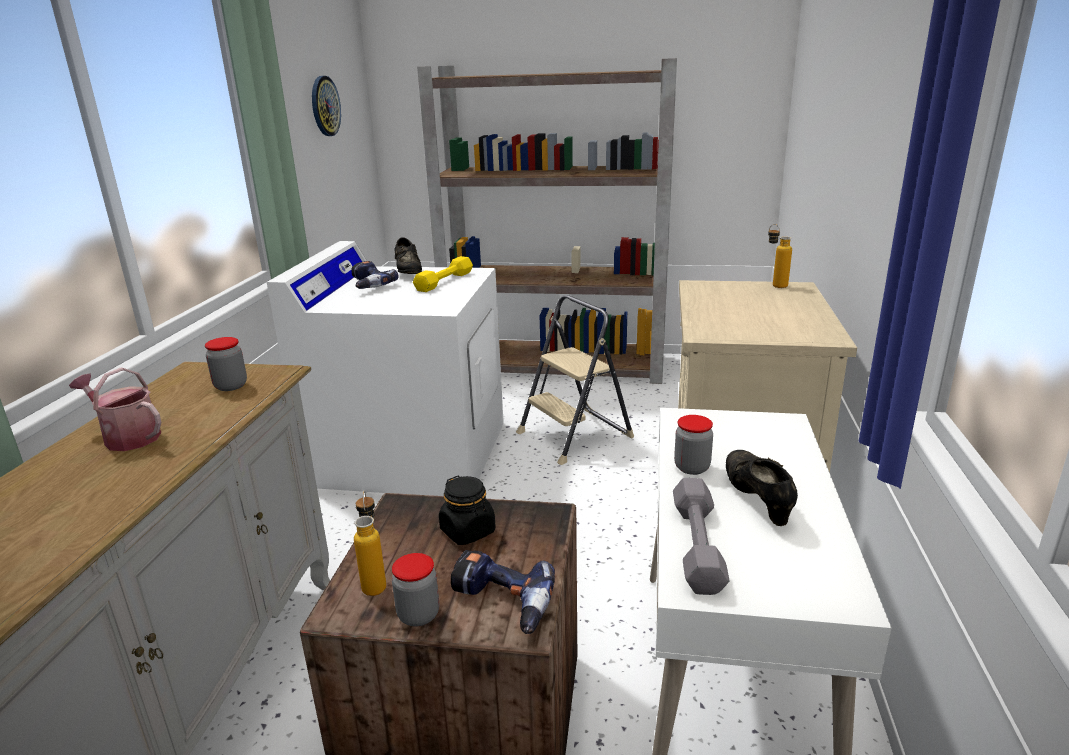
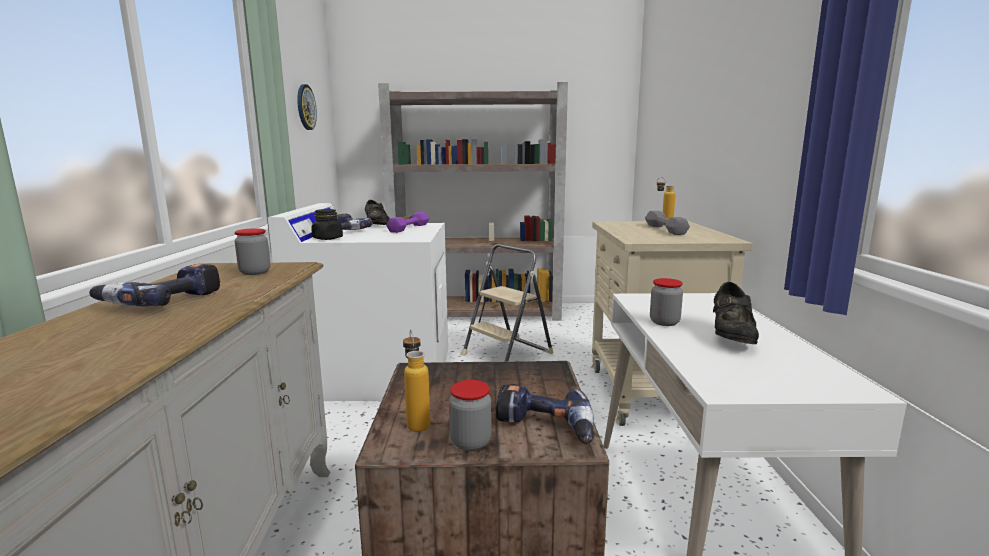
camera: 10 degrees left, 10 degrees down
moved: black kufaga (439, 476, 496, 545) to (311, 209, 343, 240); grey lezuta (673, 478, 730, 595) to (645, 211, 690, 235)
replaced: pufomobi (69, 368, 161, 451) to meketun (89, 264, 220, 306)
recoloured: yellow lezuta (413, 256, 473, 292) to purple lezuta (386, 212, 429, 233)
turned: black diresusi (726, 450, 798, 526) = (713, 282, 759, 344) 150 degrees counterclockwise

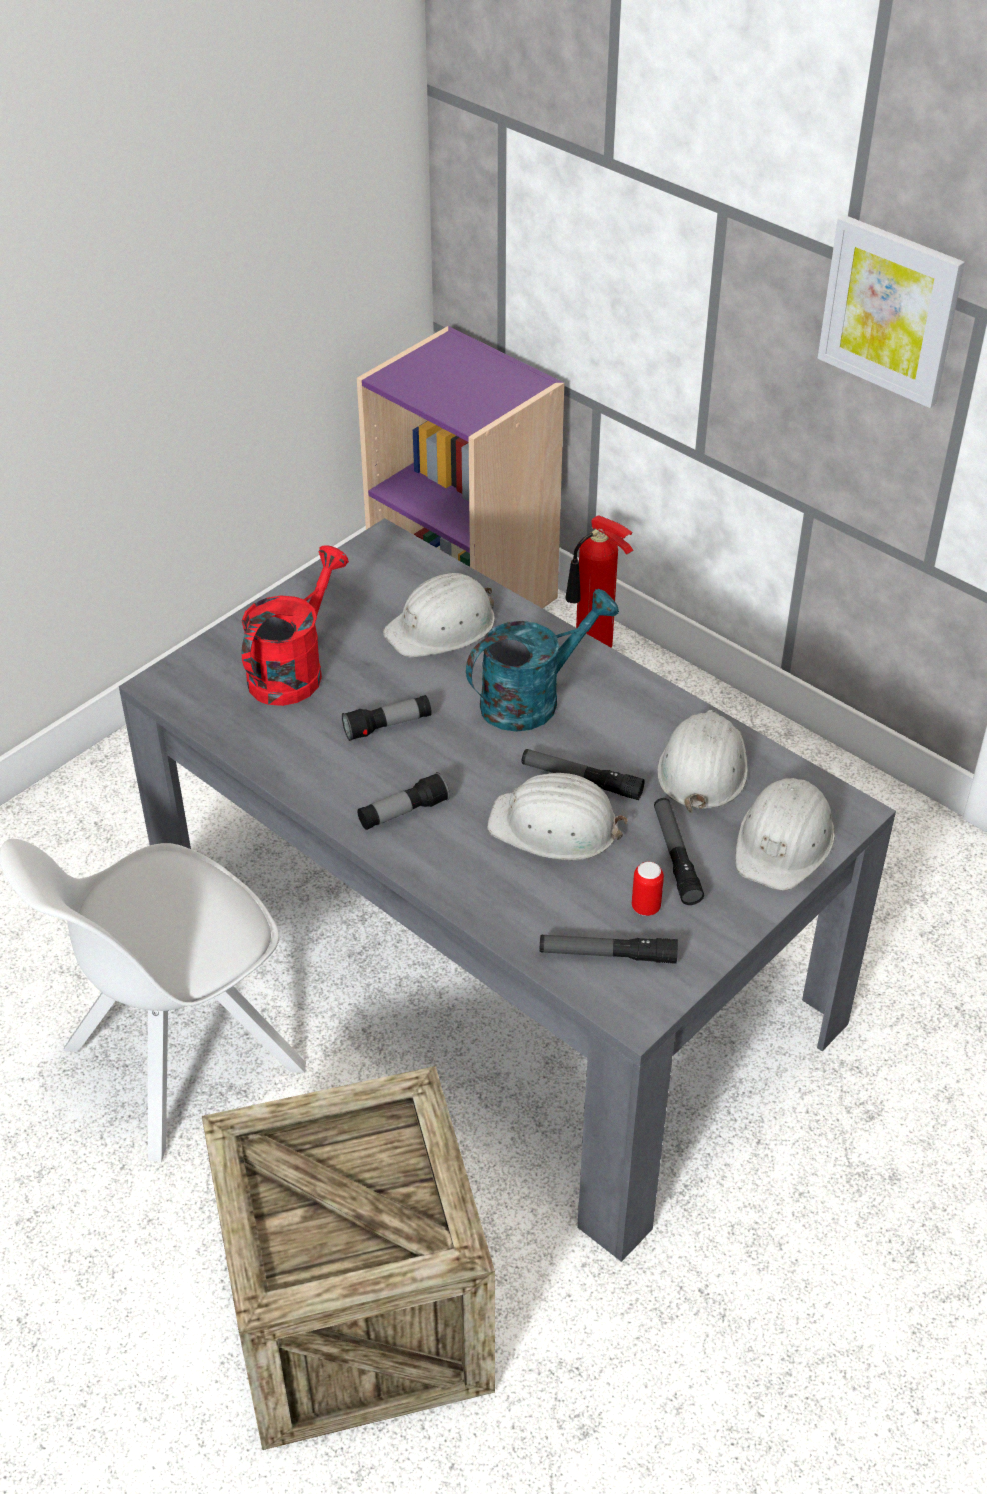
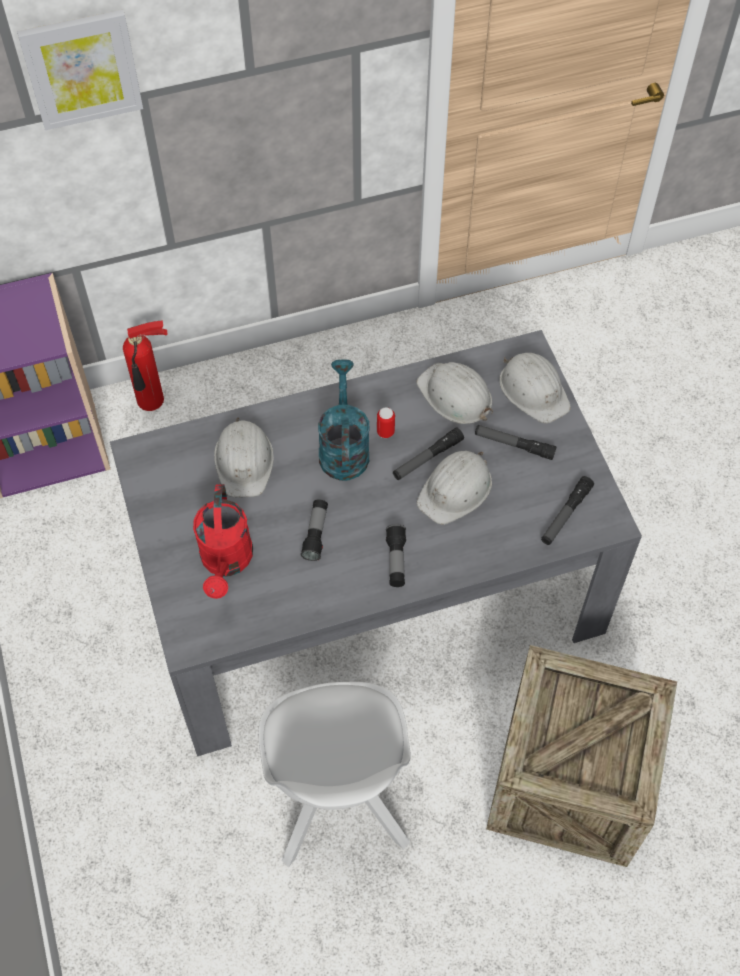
camera: 60 degrees left, 15 degrees up
moved: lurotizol (632, 862, 664, 916) to (377, 407, 395, 438); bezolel (818, 215, 965, 408) to (17, 10, 143, 130)
turned: red pufomobi (242, 545, 349, 706) = (193, 484, 253, 599) 150 degrees counterclockwise

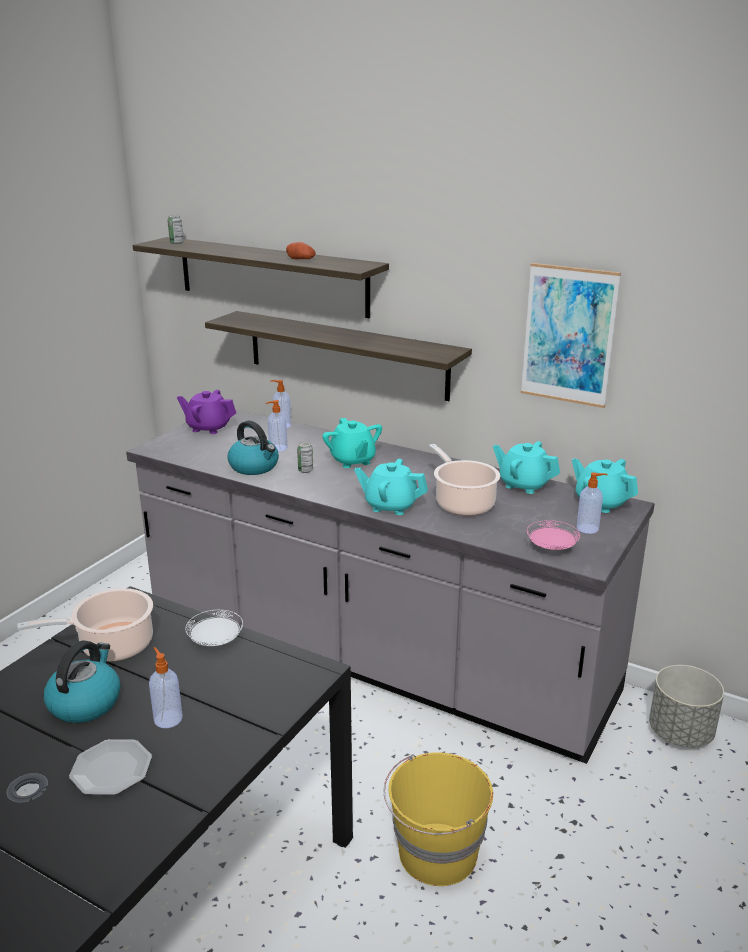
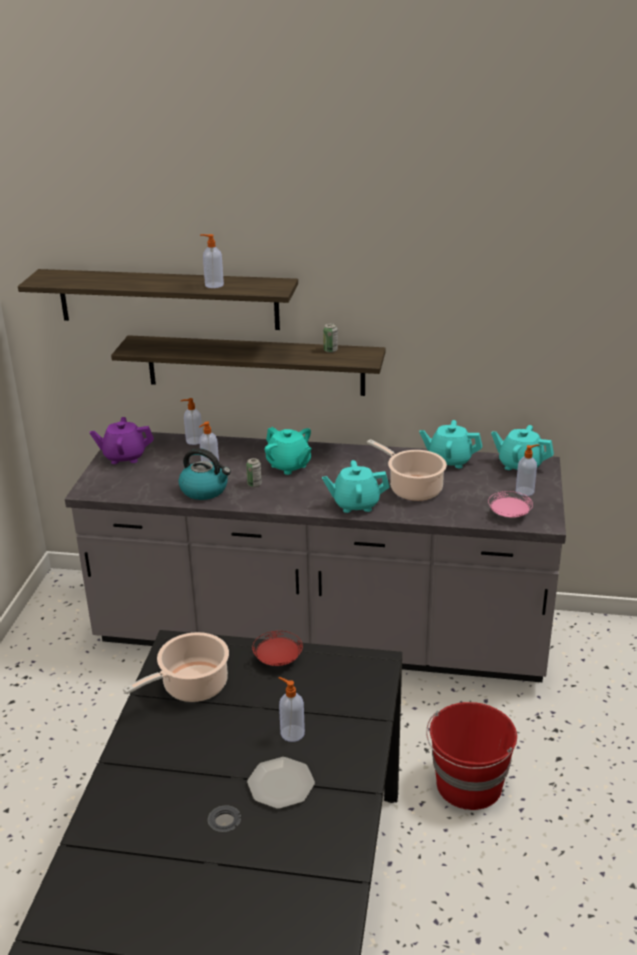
camera: 20 degrees left, 5 degrees up
removed: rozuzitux (44, 640, 120, 723); bezolel (521, 263, 621, 408); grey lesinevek (649, 665, 724, 747)
moved: lurotizol (167, 215, 184, 244) to (323, 323, 338, 353)
replaced: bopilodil (286, 242, 316, 260) to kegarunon (200, 234, 224, 288)
recoloured: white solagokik (185, 610, 243, 646) to red solagokik (252, 631, 303, 666); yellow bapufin (384, 752, 493, 886) to red bapufin (426, 702, 517, 810)

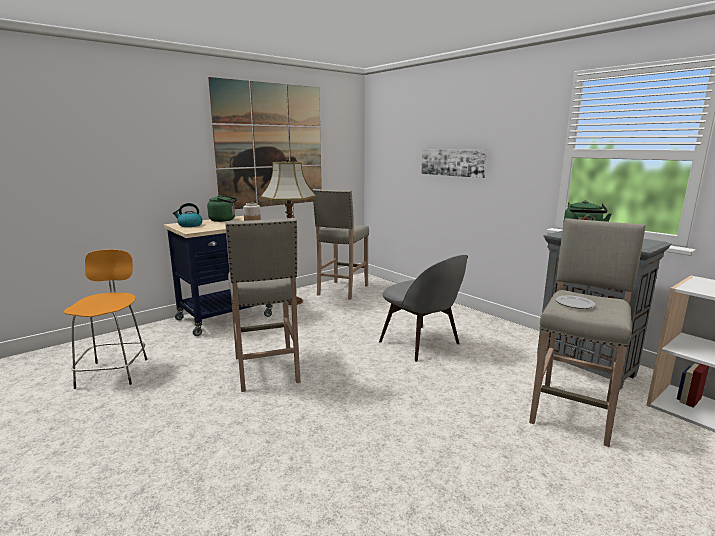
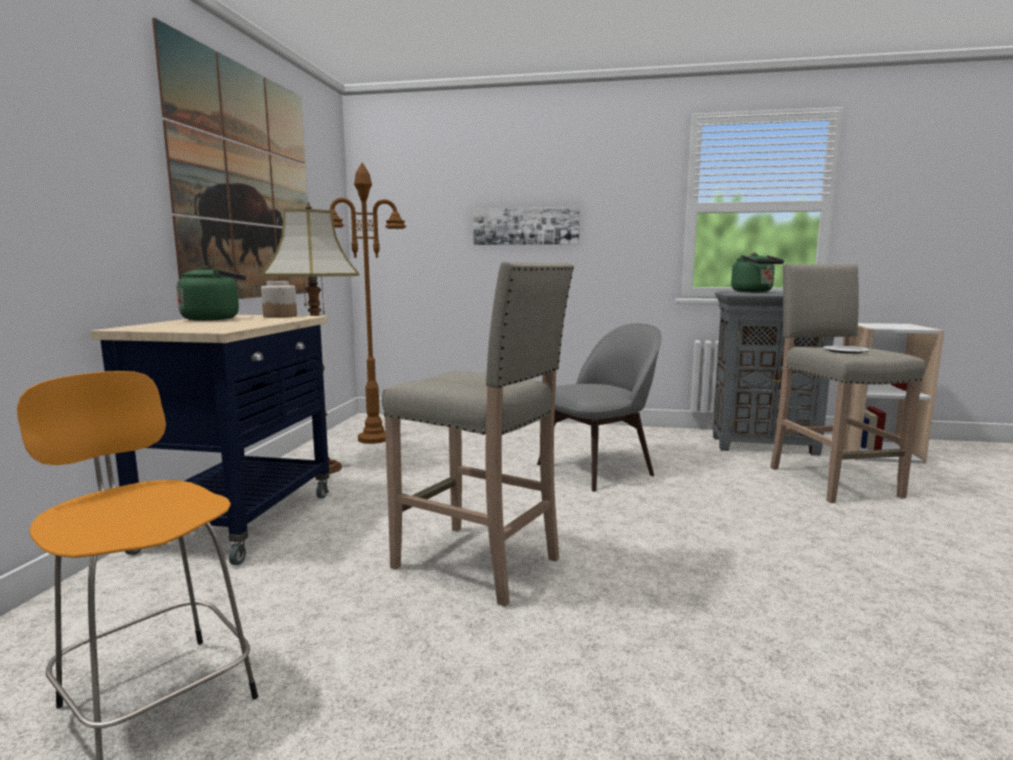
camera: 40 degrees left, 5 degrees down
removed: rozuzitux (173, 203, 203, 227)
replaced: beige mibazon (312, 189, 369, 300) to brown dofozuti (330, 163, 406, 444)
turned: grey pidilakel (379, 255, 468, 362) = (537, 323, 661, 492) 45 degrees counterclockwise

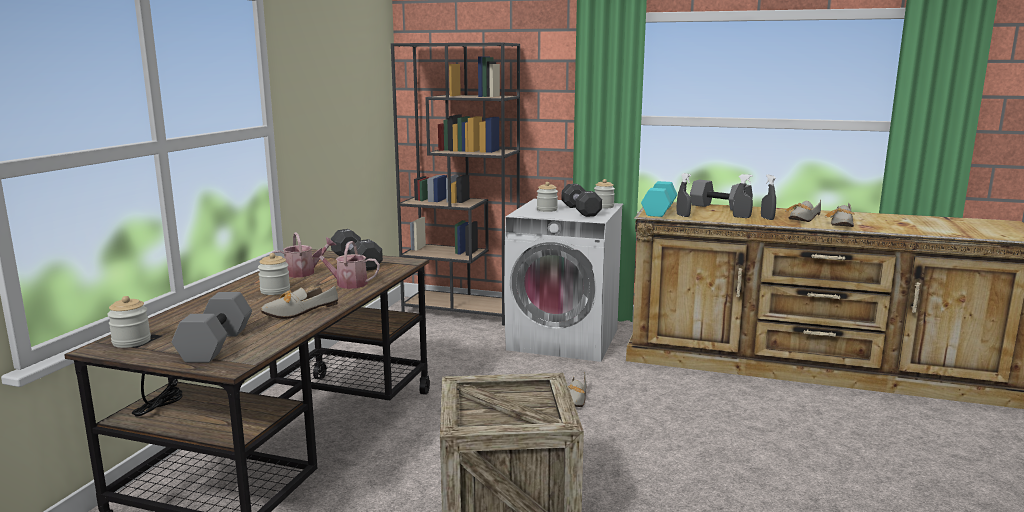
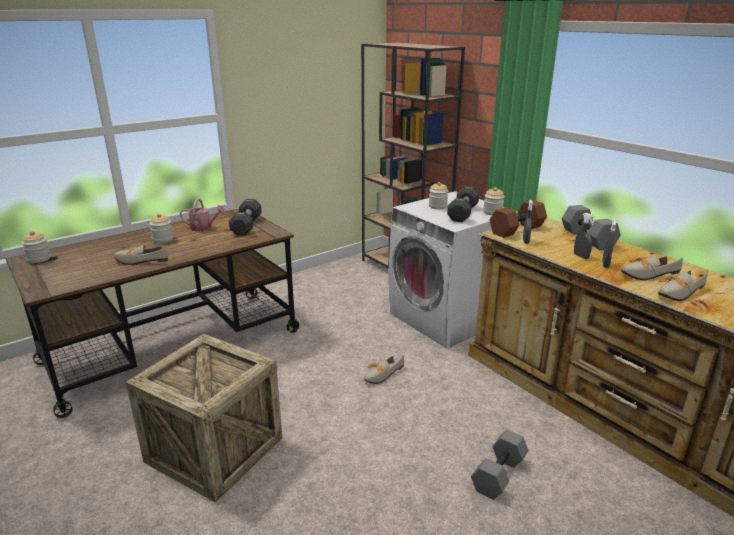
camera: 35 degrees right, 10 degrees up
removed: pufomobi (312, 241, 380, 289)
moved: grey lezuta (172, 292, 252, 363) to (471, 430, 528, 500)
recoloured: turquoise lezuta (641, 181, 677, 217) to brown lezuta (490, 200, 547, 238)

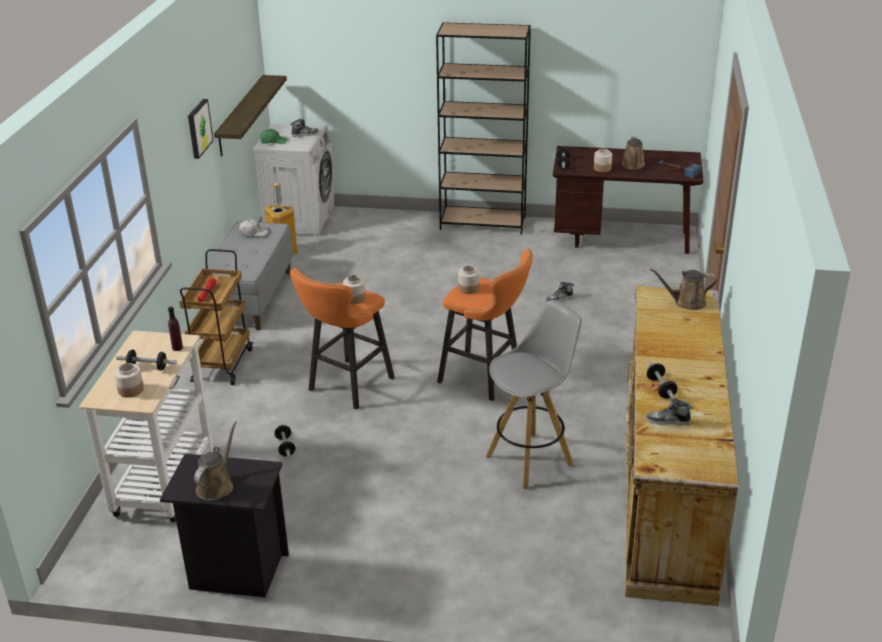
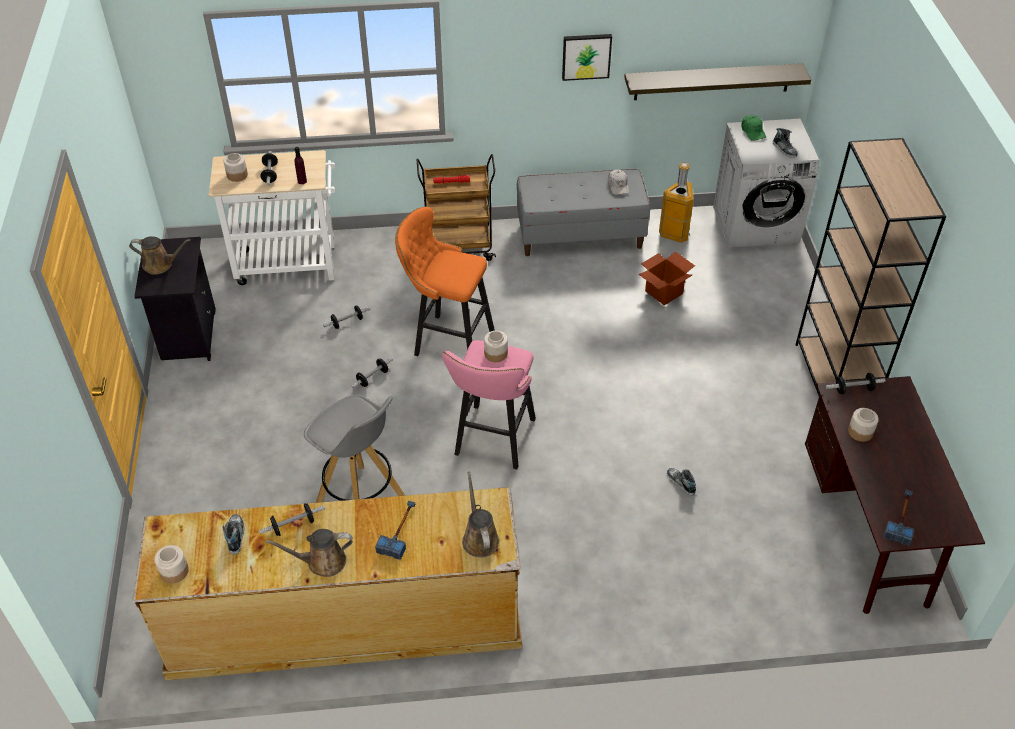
camera: 75 degrees right, 15 degrees up
added: lezuta (351, 358, 393, 388); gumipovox (375, 501, 415, 560); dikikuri (639, 251, 695, 306)
moved: kufaga (343, 275, 366, 304) to (154, 545, 189, 583); brown pufomobi (621, 136, 645, 170) to (265, 529, 353, 577)
recoloured: orange mibazon (437, 249, 533, 401) to pink mibazon (442, 340, 536, 469)

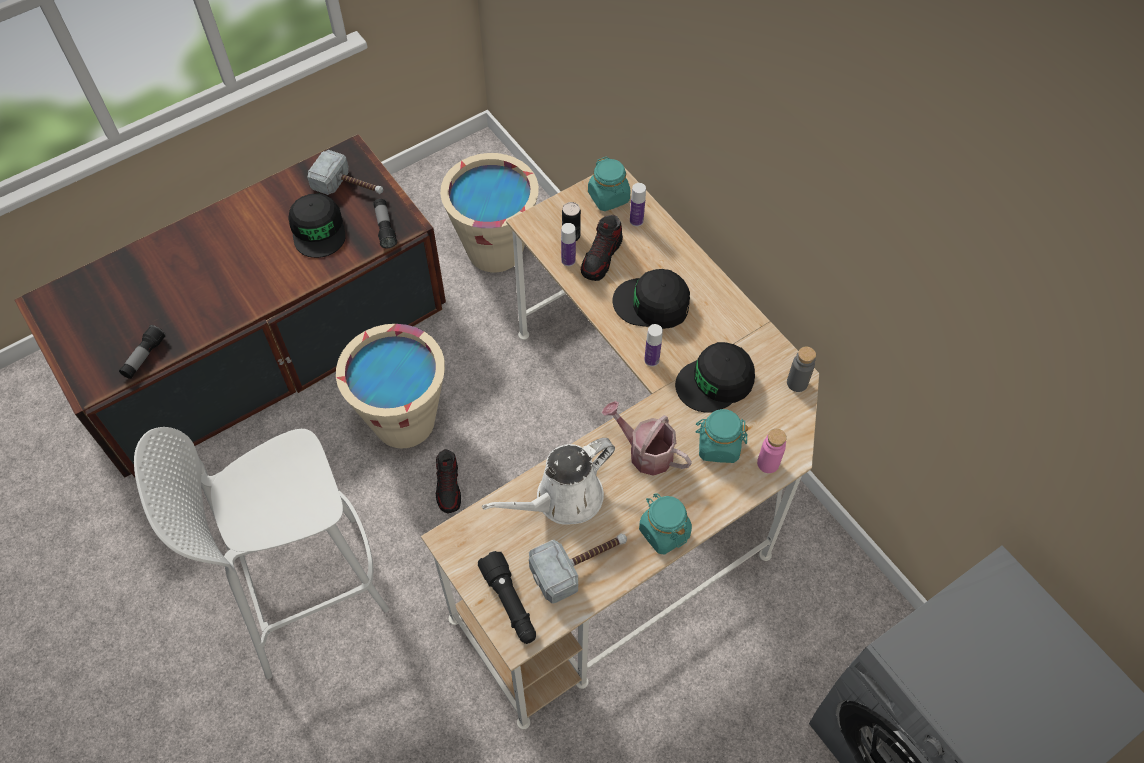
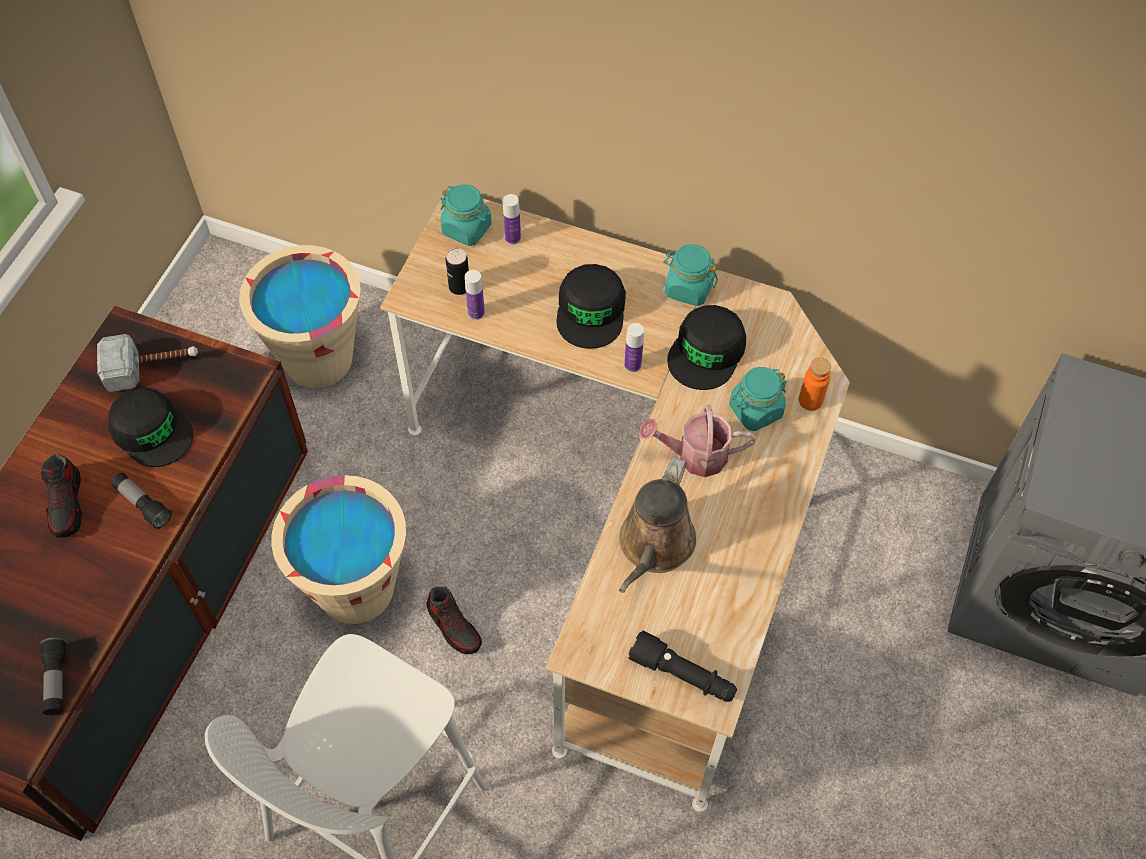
camera: 35 degrees left, 0 degrees up
removed: gumipovox (529, 533, 627, 604); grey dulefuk (787, 346, 816, 392)
moved: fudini (373, 199, 397, 248) to (111, 473, 172, 529); diresusi (581, 215, 623, 281) to (41, 454, 82, 538); turquoise kufaga (639, 494, 692, 555) to (663, 244, 718, 306)
recoloured: white pufomobi (482, 438, 615, 524) to brown pufomobi (619, 457, 696, 593); pink dulefuk (757, 429, 787, 473) to orange dulefuk (799, 358, 831, 411)
turned: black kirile (613, 269, 690, 329) = (556, 264, 626, 349) 60 degrees counterclockwise

